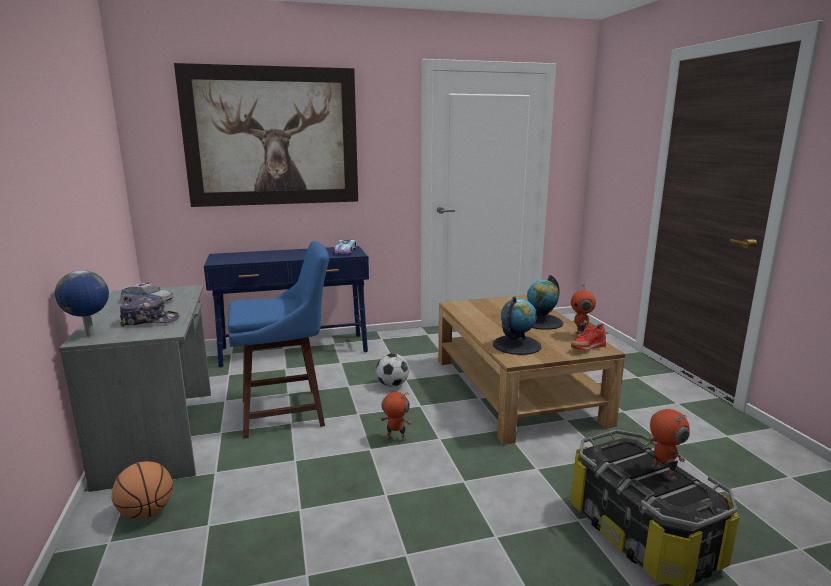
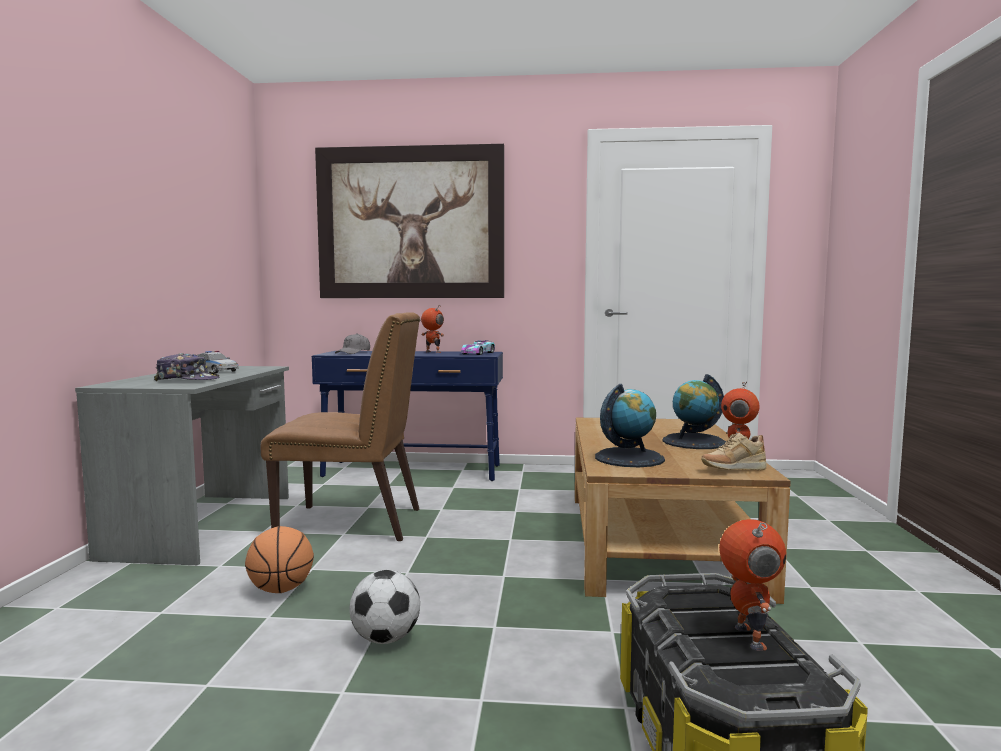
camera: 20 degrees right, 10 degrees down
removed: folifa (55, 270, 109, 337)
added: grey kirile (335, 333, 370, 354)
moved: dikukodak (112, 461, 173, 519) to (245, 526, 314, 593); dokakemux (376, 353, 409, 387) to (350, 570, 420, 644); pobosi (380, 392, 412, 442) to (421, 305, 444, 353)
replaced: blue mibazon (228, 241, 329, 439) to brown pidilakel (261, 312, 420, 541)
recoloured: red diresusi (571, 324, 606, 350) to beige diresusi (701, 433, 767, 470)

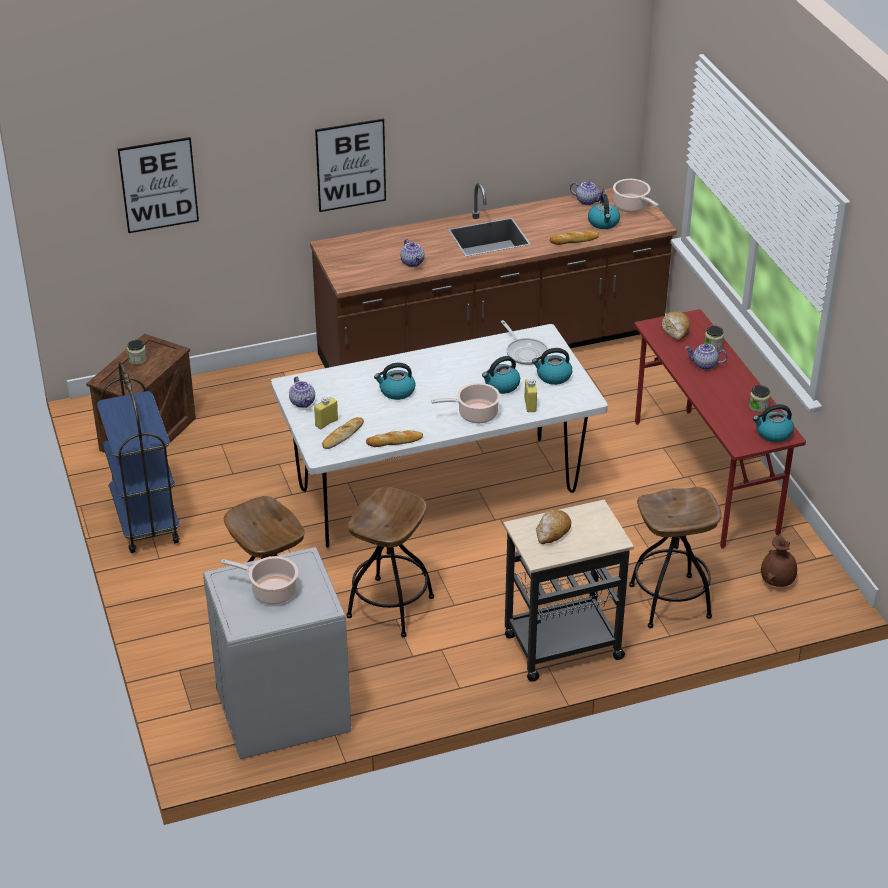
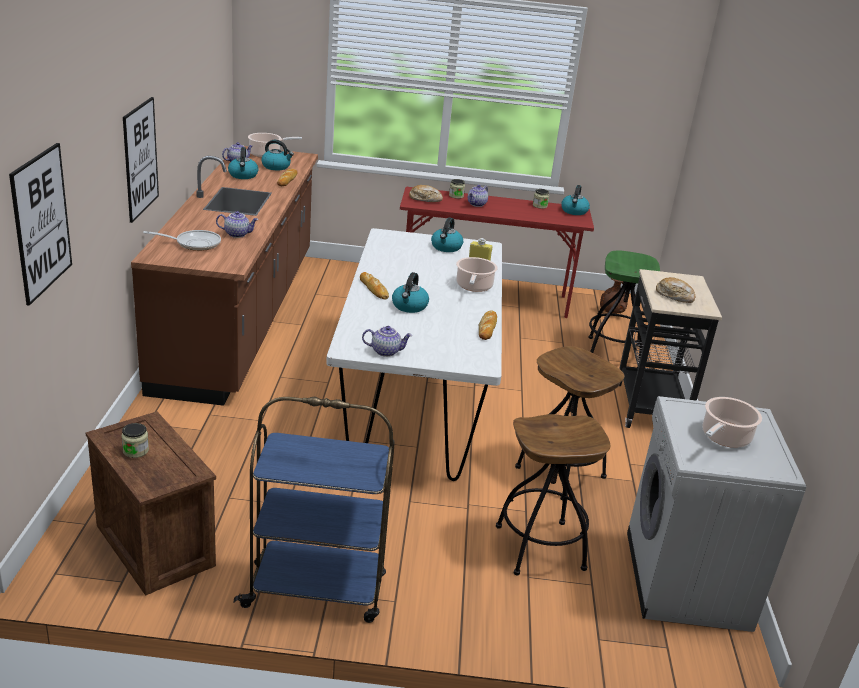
camera: 70 degrees left, 10 degrees down
removed: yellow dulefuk (314, 396, 338, 429)
moved: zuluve (322, 417, 364, 449) to (360, 272, 389, 299); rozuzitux (482, 356, 520, 394) to (228, 147, 259, 179); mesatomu (501, 320, 548, 365) to (143, 230, 221, 251)
recoloured: brown mibazon (629, 487, 722, 628) to green mibazon (588, 250, 660, 368)

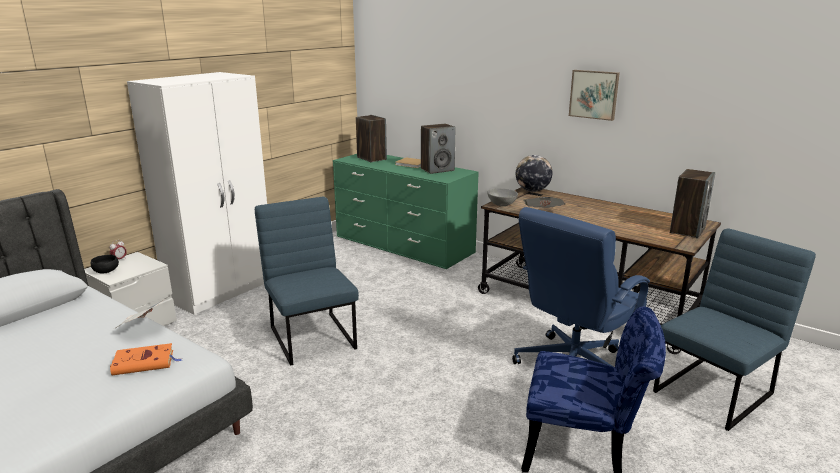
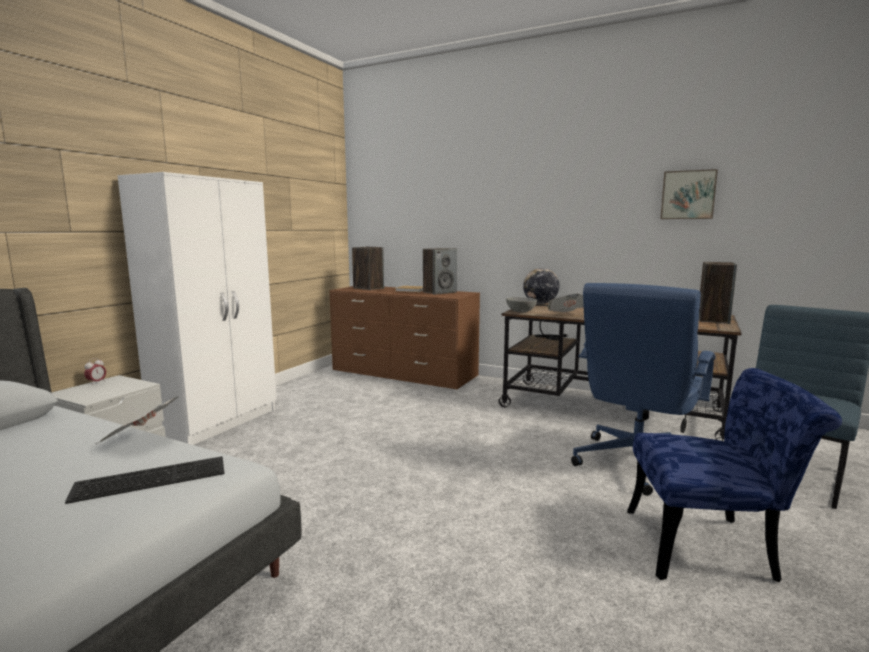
camera: 10 degrees left, 10 degrees down
removed: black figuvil (91, 255, 119, 273); blue pidilakel (255, 197, 359, 366)
moved: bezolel (569, 70, 620, 121) to (660, 169, 718, 219)
replaced: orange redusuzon (110, 343, 182, 375) to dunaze (65, 456, 225, 504)
recoloured: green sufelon (333, 154, 479, 269) to brown sufelon (329, 286, 480, 389)

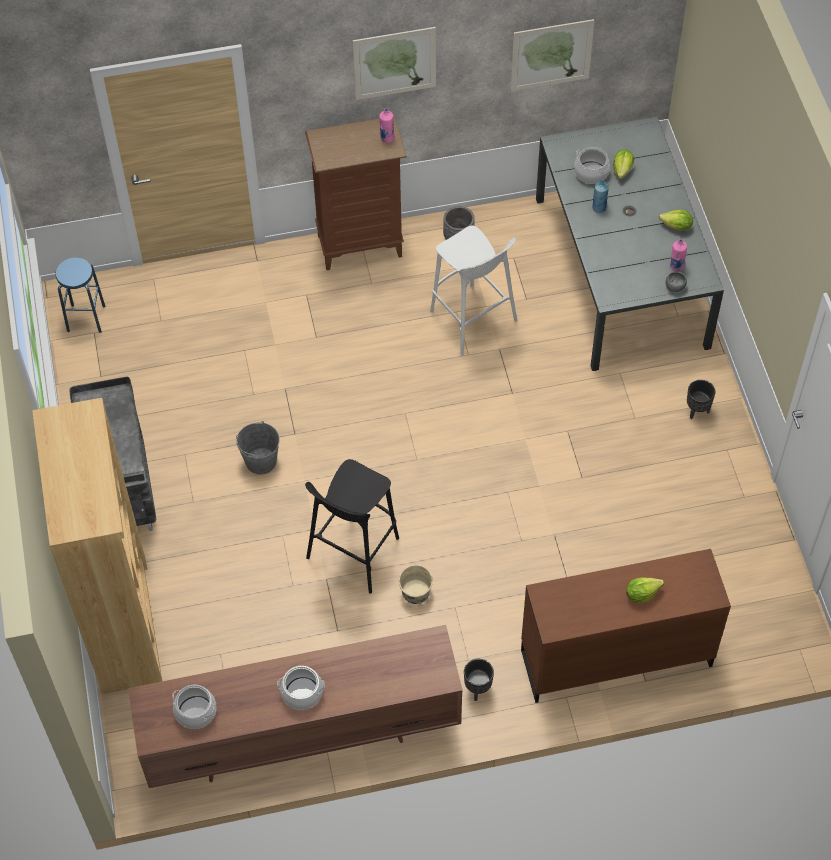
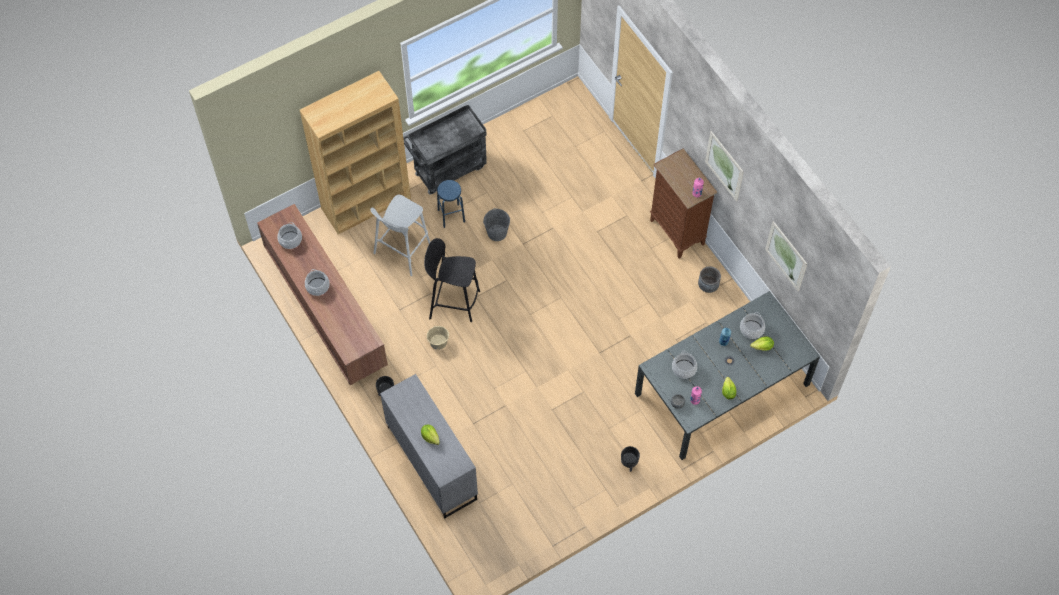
camera: 70 degrees right, 5 degrees up
added: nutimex (672, 351, 697, 379)
moved: blue mibazon (56, 258, 105, 333) to (437, 180, 465, 228); white mibazon (430, 226, 518, 356) to (370, 195, 430, 276)
recoloured: brown sufelon (521, 549, 731, 703) to grey sufelon (380, 374, 478, 518)

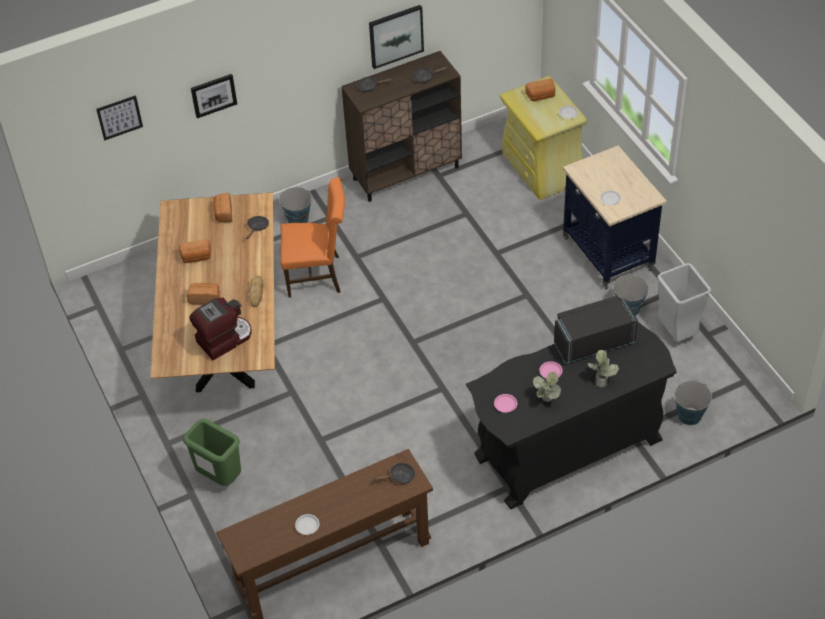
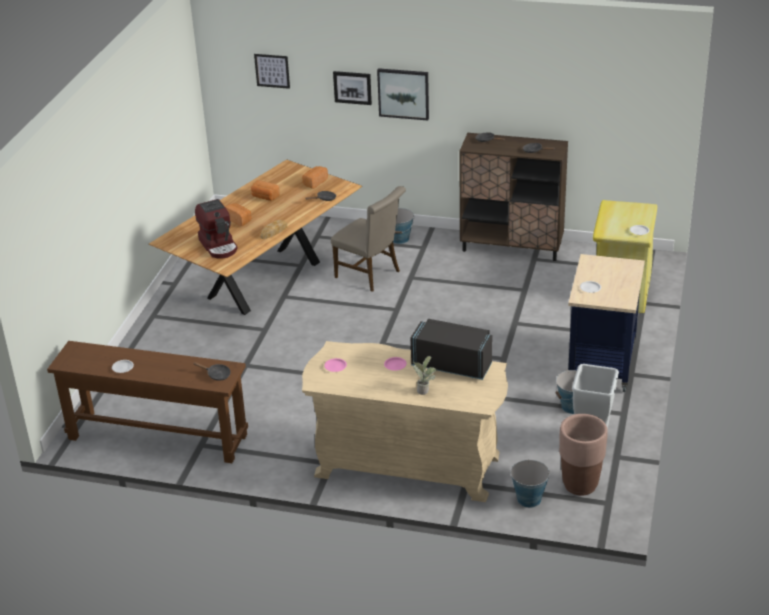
camera: 40 degrees right, 15 degrees down
removed: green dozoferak (183, 419, 241, 486); zuluve (525, 78, 556, 101); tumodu (533, 372, 561, 402)
added: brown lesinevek (559, 414, 608, 496)
moved: bezolel (369, 5, 424, 69) to (377, 68, 429, 121)
recoloured: orange pidilakel (280, 177, 345, 298) to beige pidilakel (331, 186, 406, 292); black sufelon (466, 322, 677, 509) to beige sufelon (302, 341, 508, 502)
turned: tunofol (190, 298, 252, 360) = (195, 199, 238, 259) 60 degrees clockwise

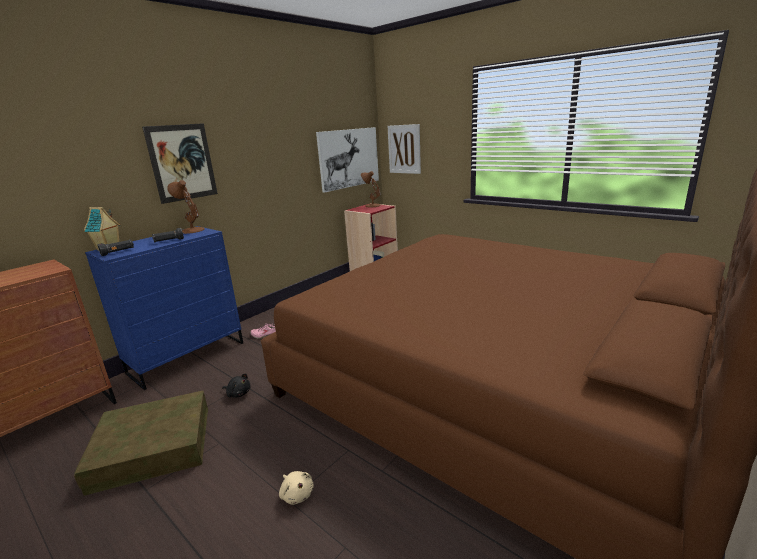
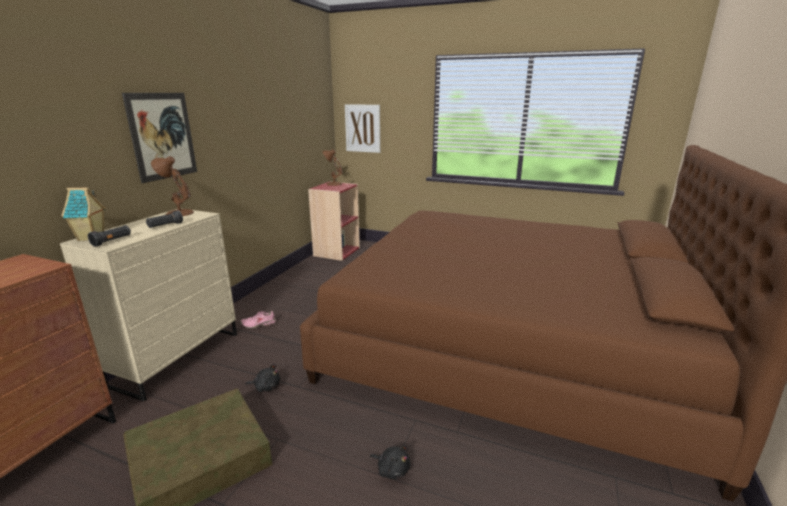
camera: 20 degrees left, 0 degrees up
removed: bezolel (316, 127, 379, 193)
recoloured: blue sufelon (85, 226, 243, 390) to beige sufelon (60, 209, 237, 402); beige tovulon (279, 471, 314, 505) to black tovulon (370, 445, 410, 479)

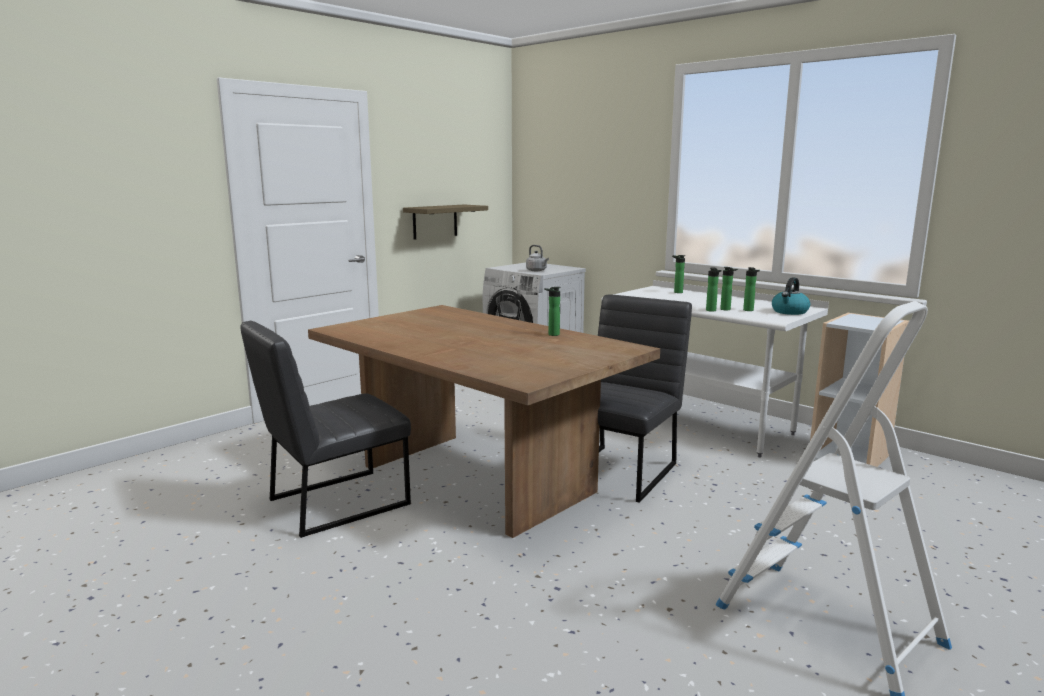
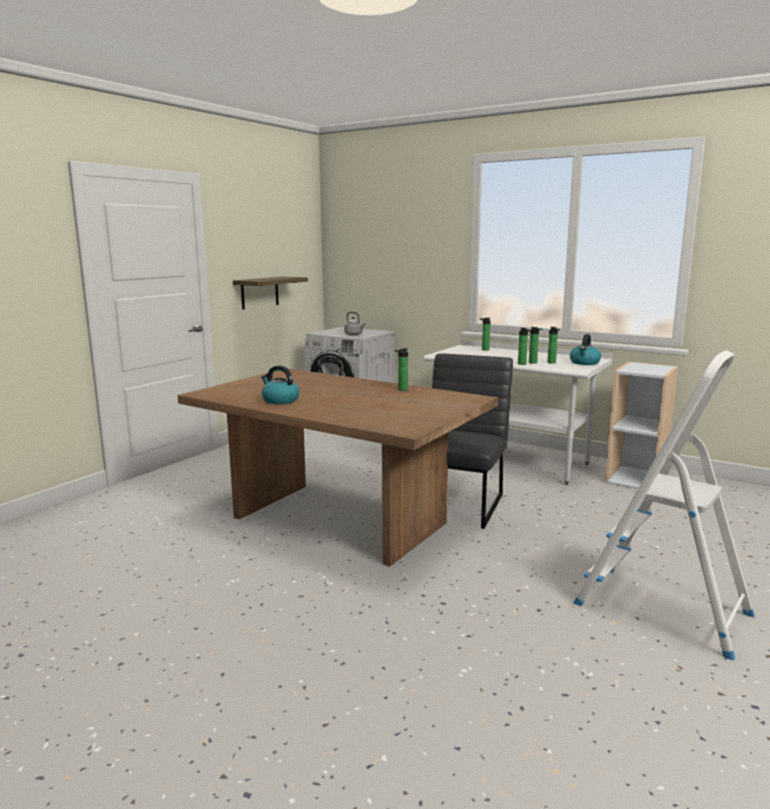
camera: 10 degrees left, 0 degrees up
removed: grey pidilakel (240, 321, 411, 538)
added: rozuzitux (261, 365, 299, 404)

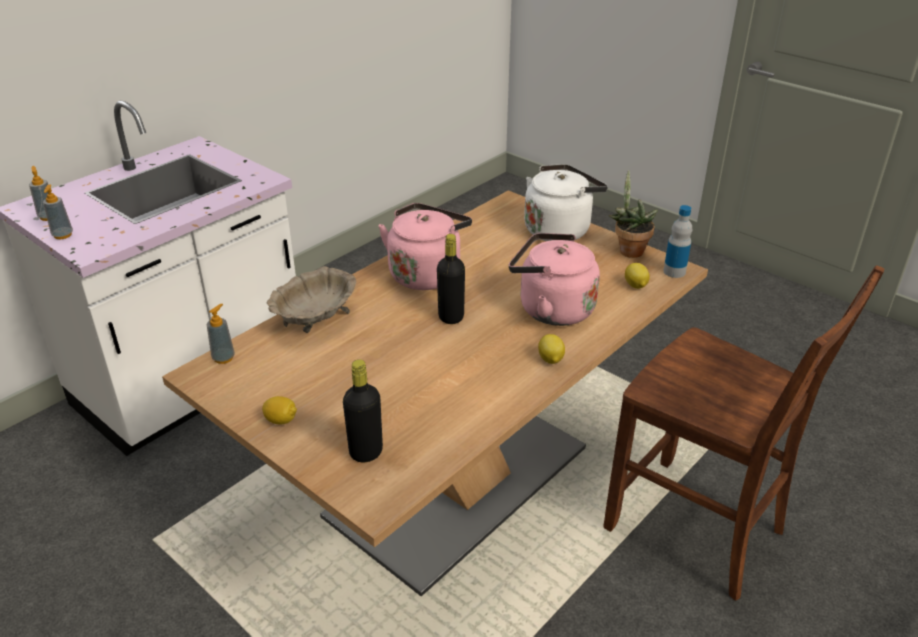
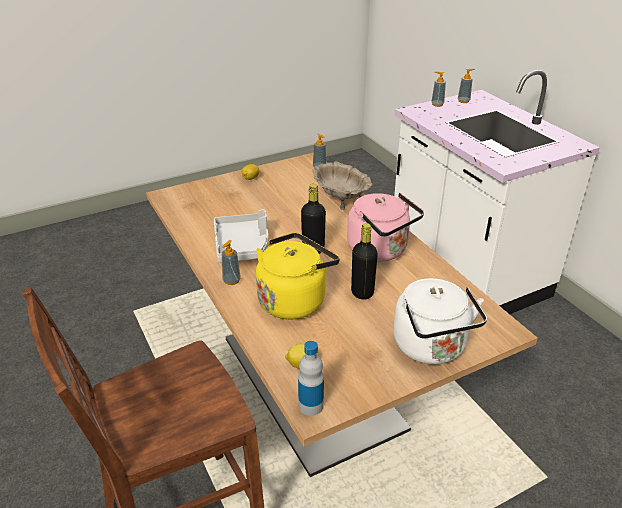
camera: 110 degrees right, 0 degrees up
removed: tumodu (609, 170, 658, 258)
added: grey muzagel (214, 209, 268, 262)
moved: black dulefuk (343, 359, 383, 463) to (351, 223, 378, 300)
replaced: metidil (538, 334, 565, 364) to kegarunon (222, 240, 241, 285)
recoloured: pink rozuzitux (509, 233, 600, 326) to yellow rozuzitux (256, 233, 340, 319)

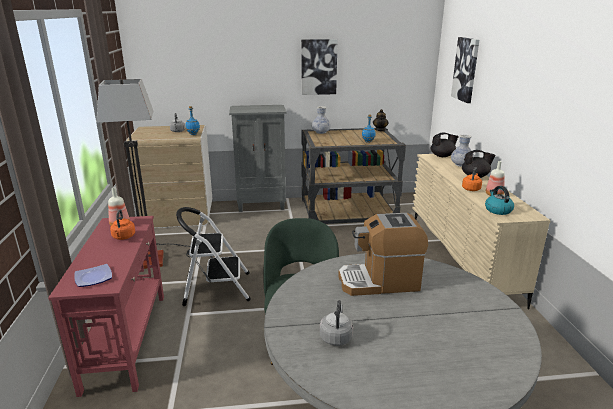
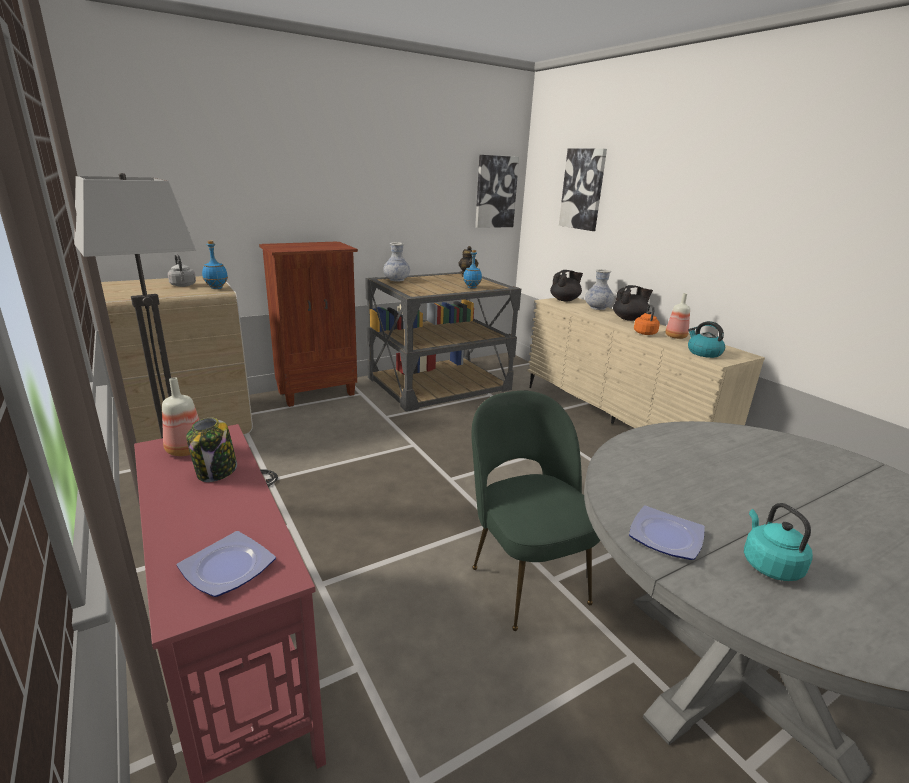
camera: 25 degrees left, 0 degrees up
removed: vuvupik (176, 207, 251, 306); tunofol (338, 213, 428, 296)
added: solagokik (629, 505, 705, 560)
moved: bezolel (301, 39, 338, 95) to (475, 155, 519, 228)
replaced: orange rozuzitux (110, 210, 135, 240) to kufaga (186, 418, 237, 482)
recoloured: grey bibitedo (229, 105, 286, 212) to brown bibitedo (259, 242, 358, 407); grey rozuzitux (320, 300, 353, 346) to turquoise rozuzitux (744, 503, 813, 581)

